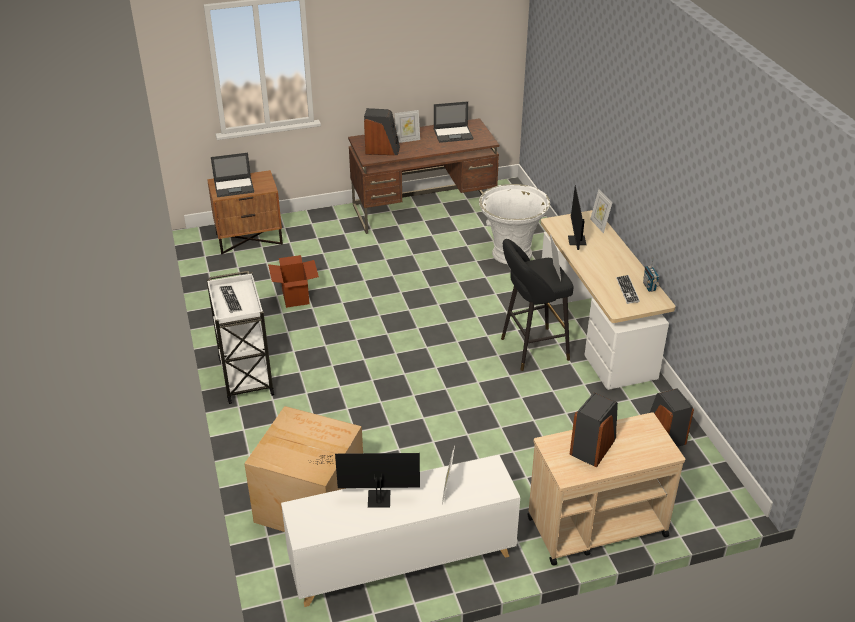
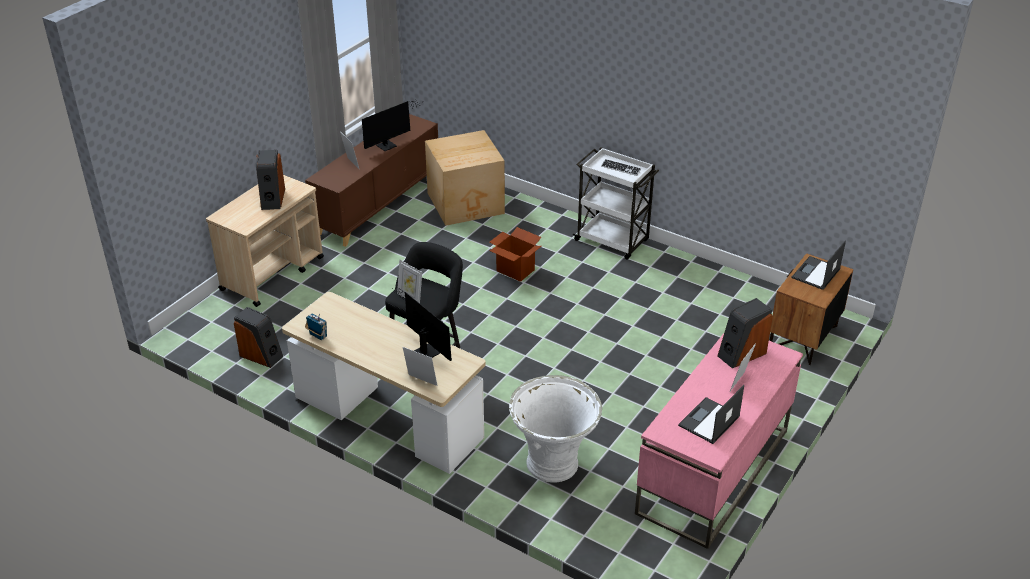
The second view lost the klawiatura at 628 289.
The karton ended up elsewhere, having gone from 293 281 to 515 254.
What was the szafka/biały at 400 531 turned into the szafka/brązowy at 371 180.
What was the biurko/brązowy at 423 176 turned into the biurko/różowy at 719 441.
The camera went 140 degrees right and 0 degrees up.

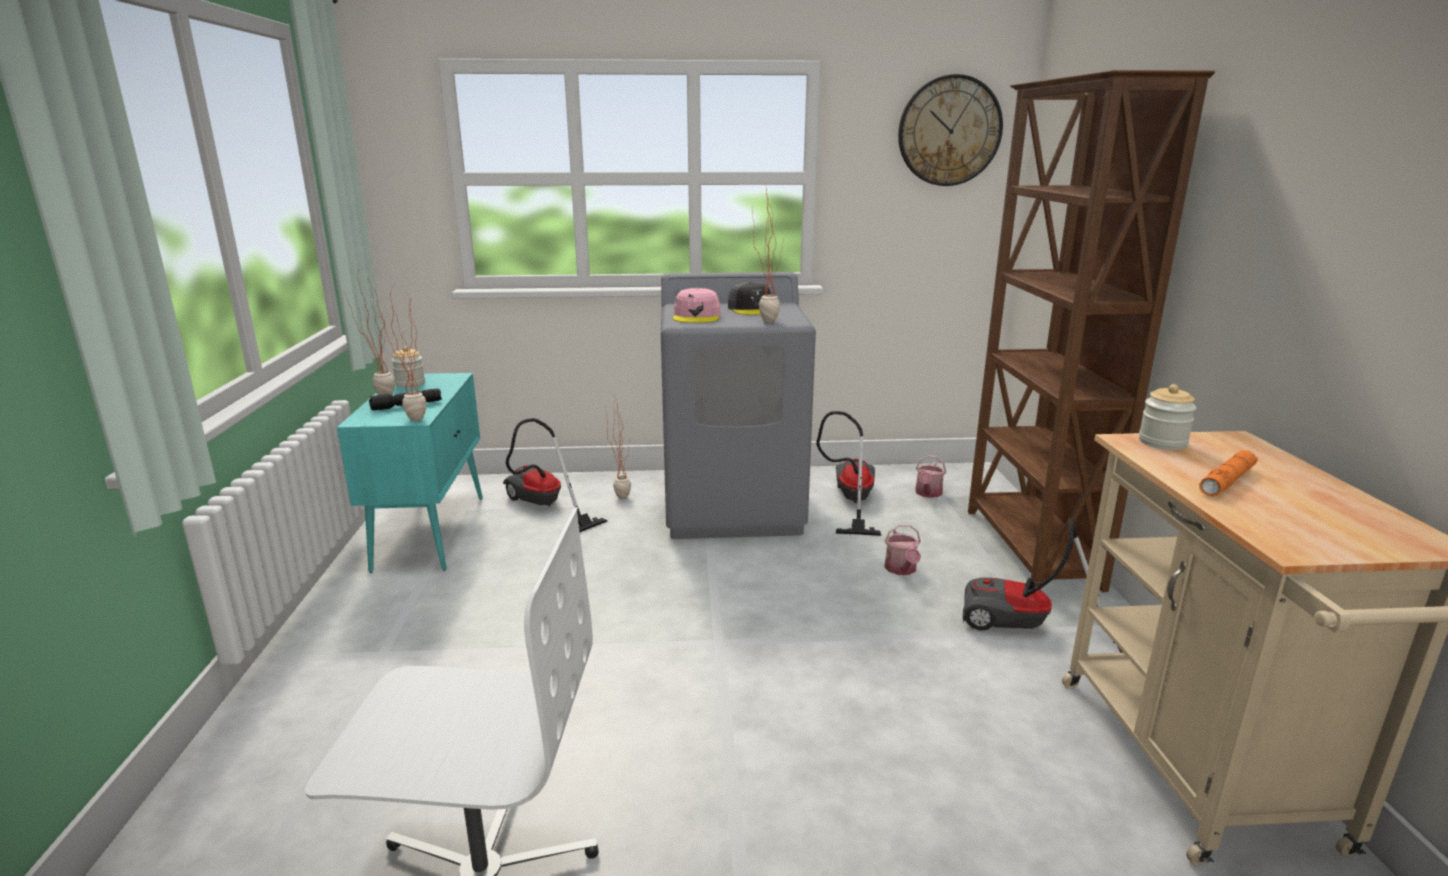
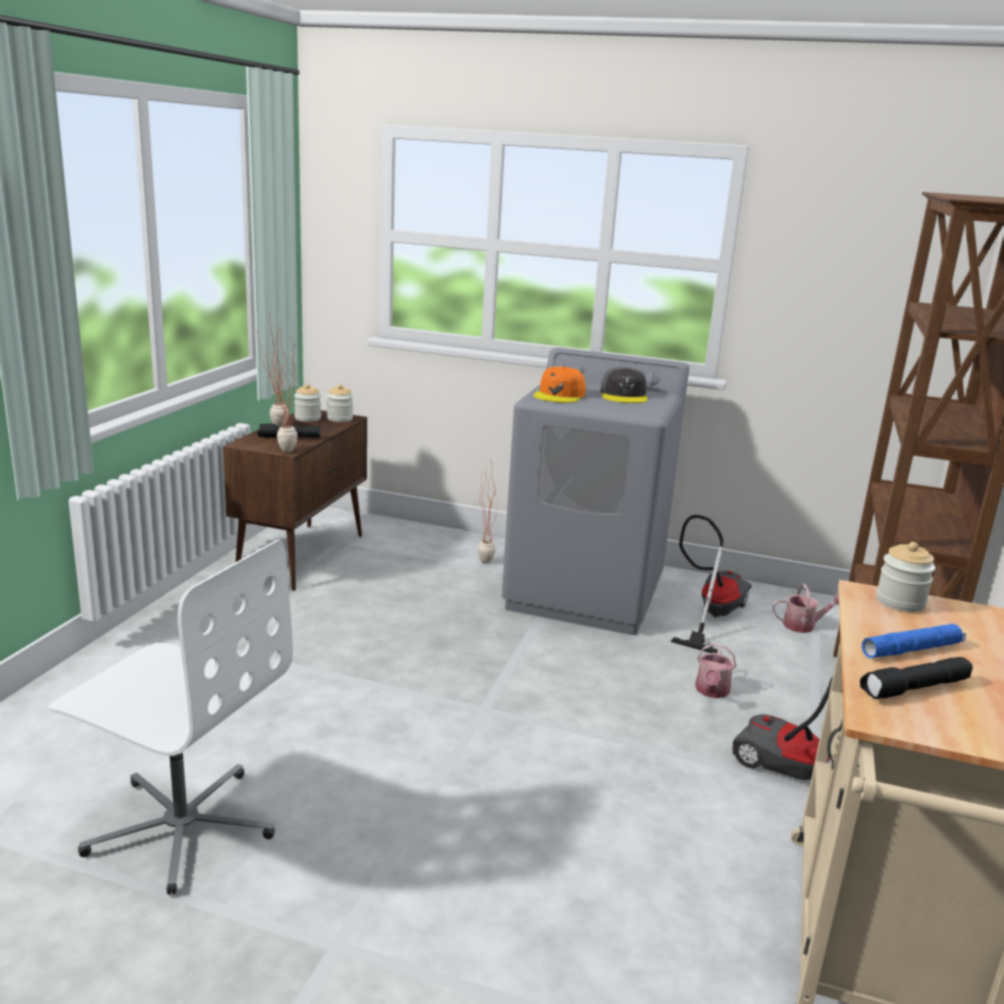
The second view lost the odkurzacz at 555 475.
The second view lost the roślina doniczkowa at 767 255.
The second view lost the zegar ścienny at 950 130.
The second view gained the słoik at 340 403.
The second view gained the latarka/czarny at 916 678.
What was the szafka/turkusowy at 410 473 turned into the szafka/brązowy at 295 500.
What was the czapka z daszkiem/różowy at 696 305 turned into the czapka z daszkiem/pomarańczowy at 559 385.
What was the latarka/pomarańczowy at 1228 473 turned into the latarka/niebieski at 914 641.
The konewka at 930 476 ended up facing another way, 135 degrees counterclockwise from before.
The camera went 20 degrees right and 0 degrees up.

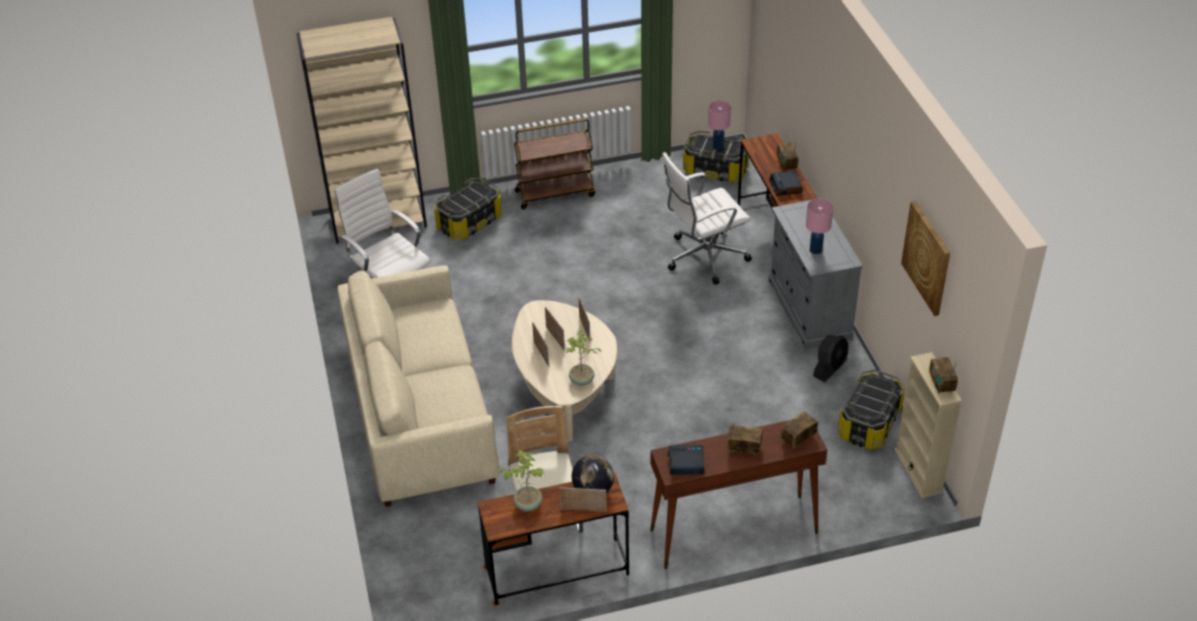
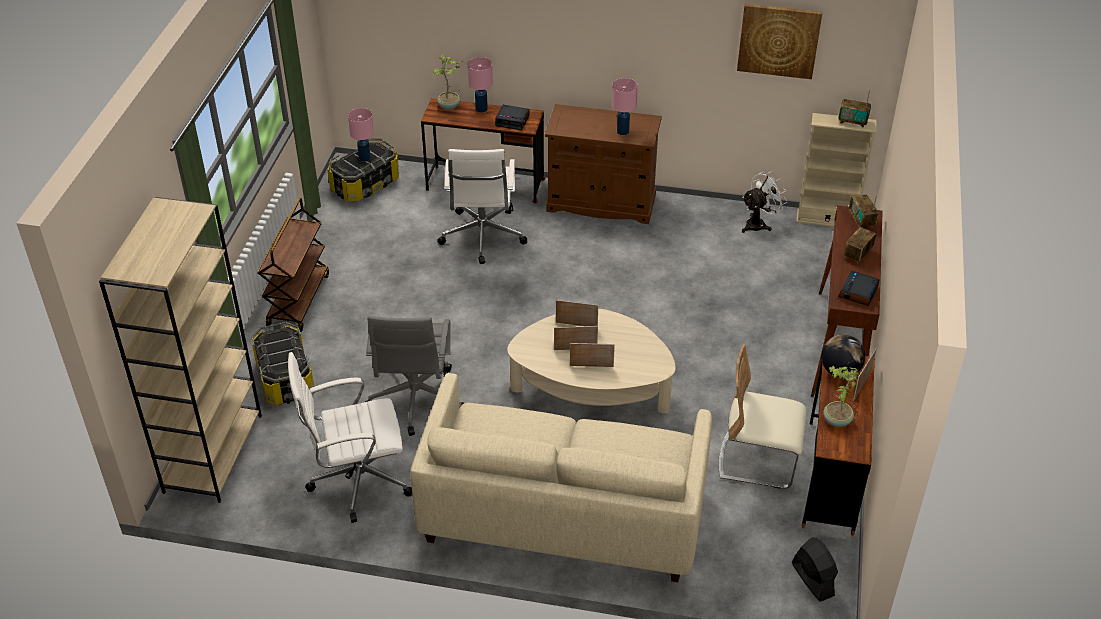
The second view gained the krzesło biurowe/szary at 414 376.
The roślina doniczkowa ended up elsewhere, having gone from 583 358 to 447 82.
The wentylator/czarny ended up elsewhere, having gone from 831 358 to 815 569.
Where the radio stood at 788 156, the lampa stołowa/różowy came to stand at 480 85.
Where the pojemnik do przechowywania stood at 871 409, the wentylator/biały came to stand at 765 202.
What was the szafka/szary at 815 274 turned into the szafka/brązowy at 603 164.
The camera went 65 degrees left and 0 degrees up.

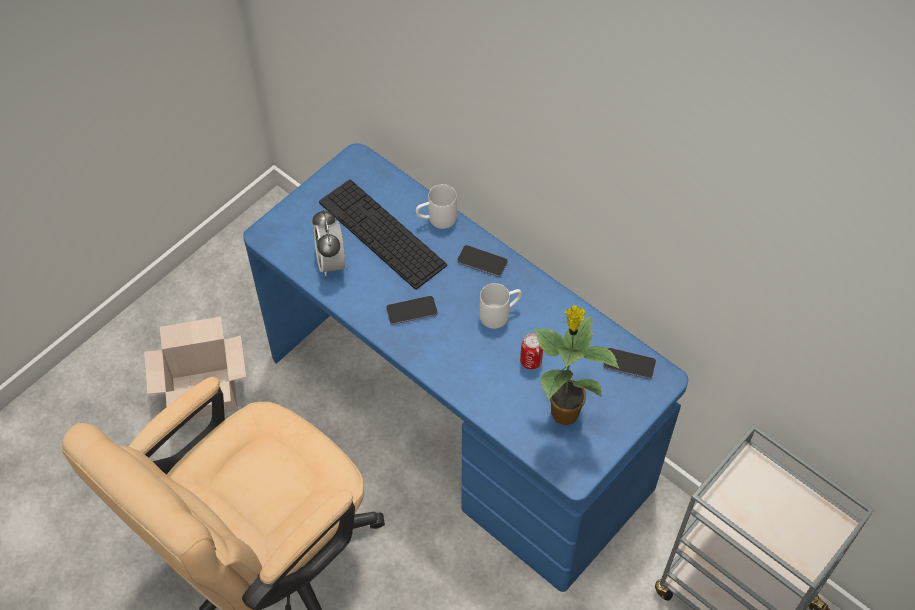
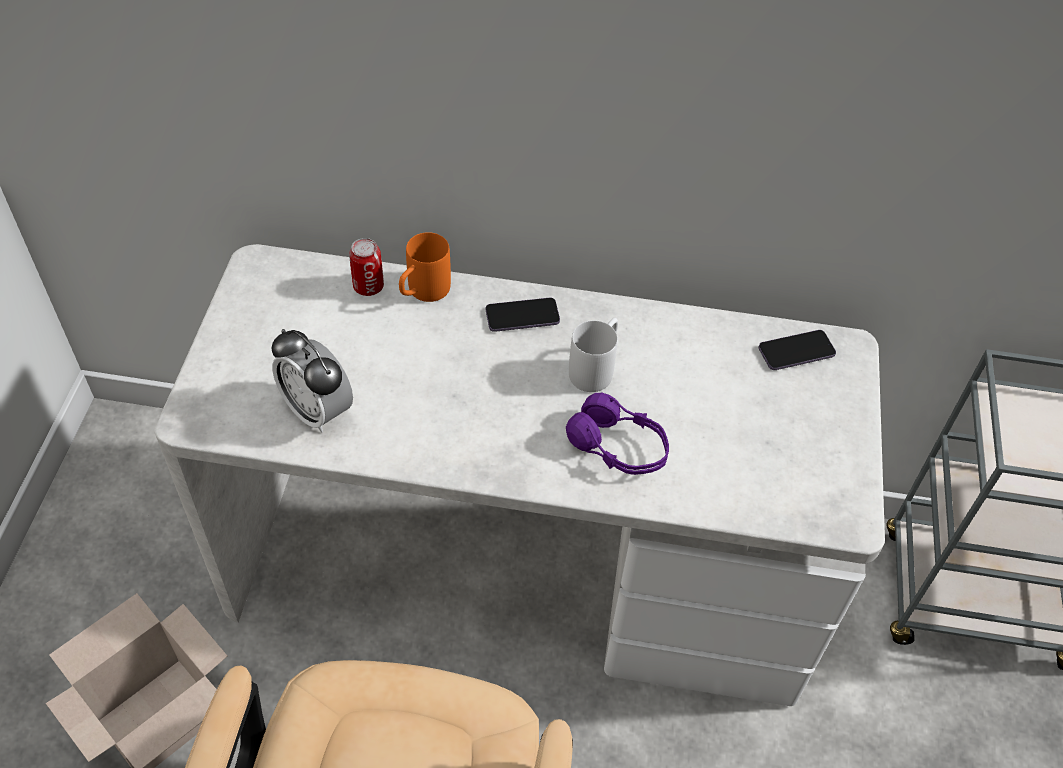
The second view lost the klawiatura at 383 234.
The second view lost the telefon at 412 310.
The second view lost the roślina doniczkowa at 577 365.
The second view gained the słuchawki/fioletowy at 617 434.
The puszka ended up elsewhere, having gone from 531 351 to 366 267.
What was the biurko/niebieski at 465 367 turned into the biurko/biały at 519 475.
What was the kubek/biały at 436 206 turned into the kubek/pomarańczowy at 425 267.
The camera went 35 degrees left and 5 degrees down.

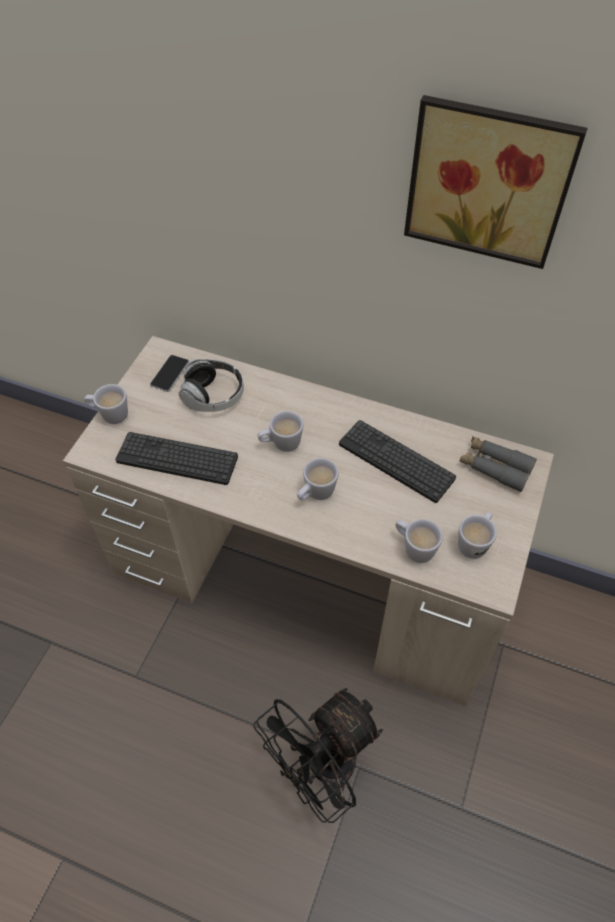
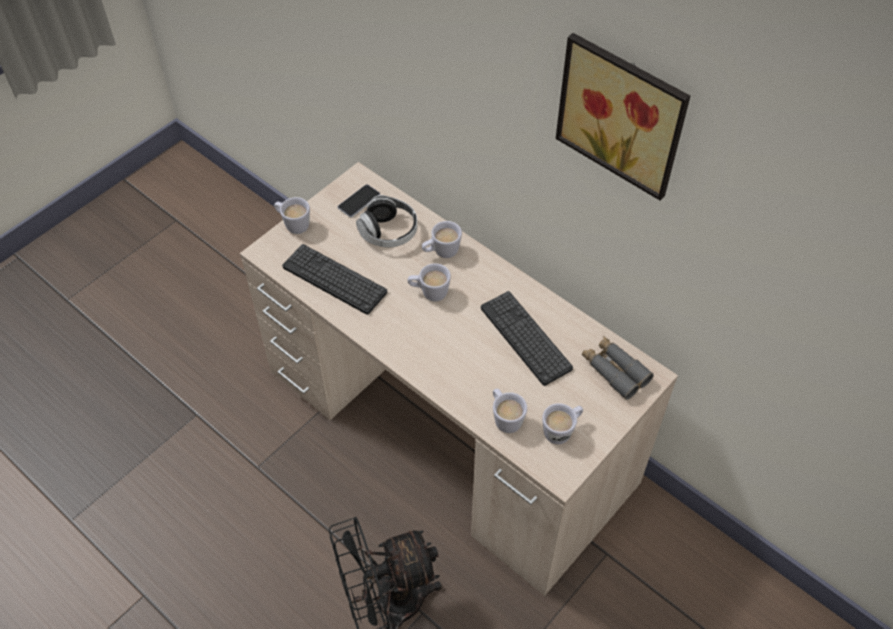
The kubek/biały ended up elsewhere, having gone from 318 479 to 442 239.
The camera went 20 degrees right and 0 degrees up.

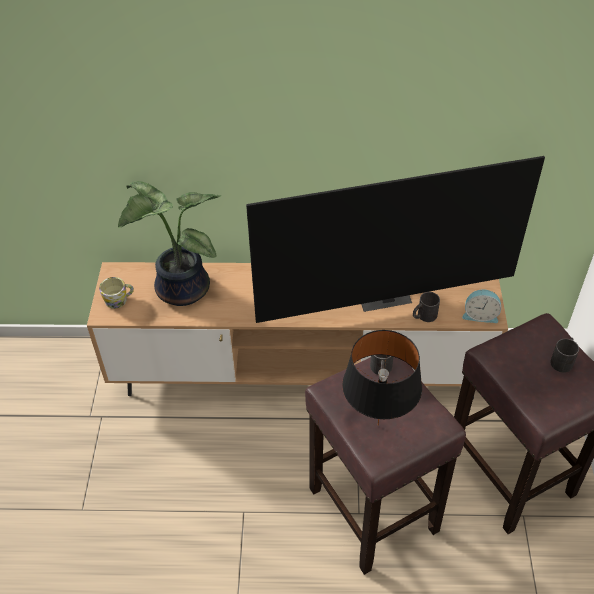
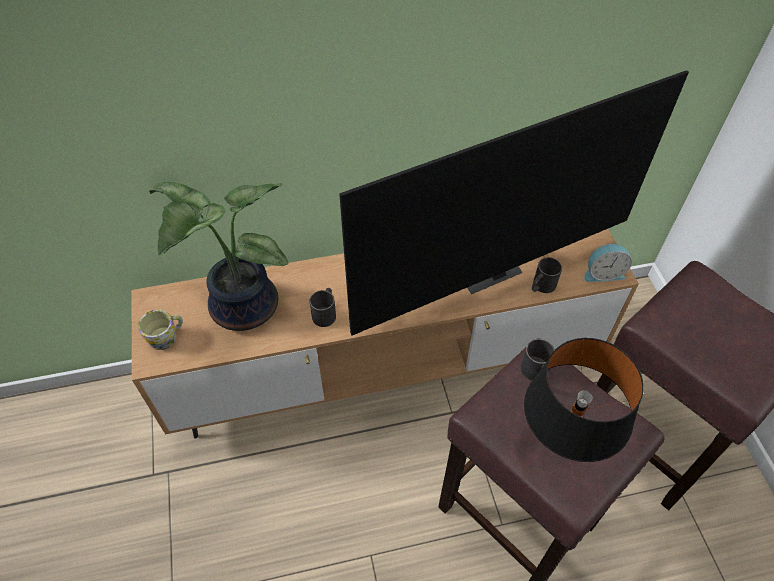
The kubek/czarny ended up elsewhere, having gone from 564 355 to 323 307.
The camera went 15 degrees left and 5 degrees up.

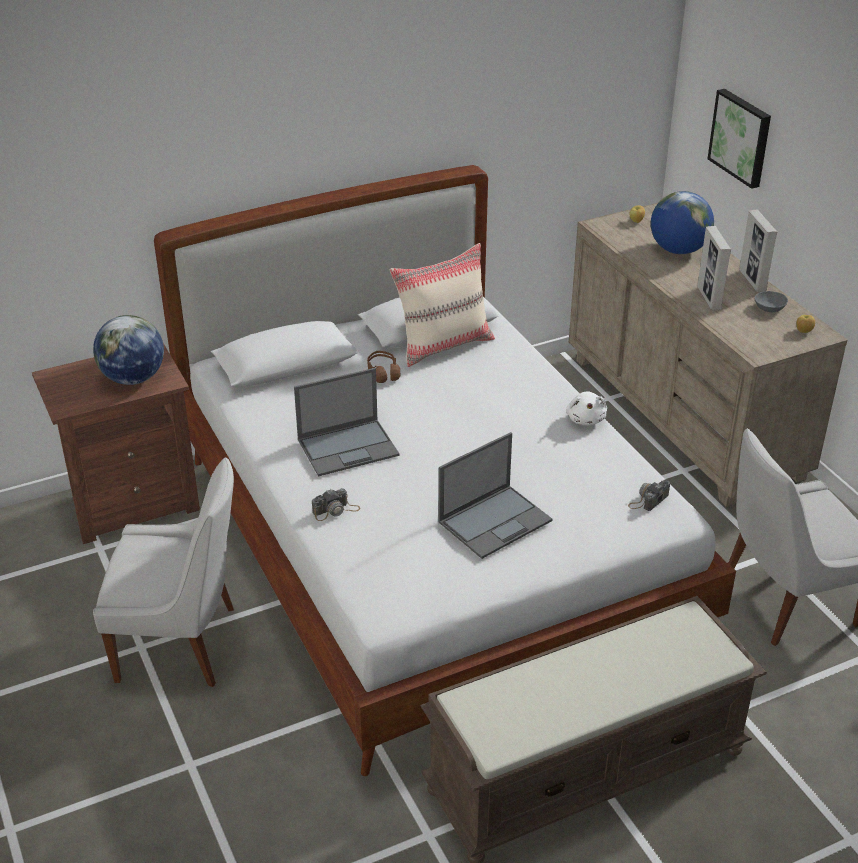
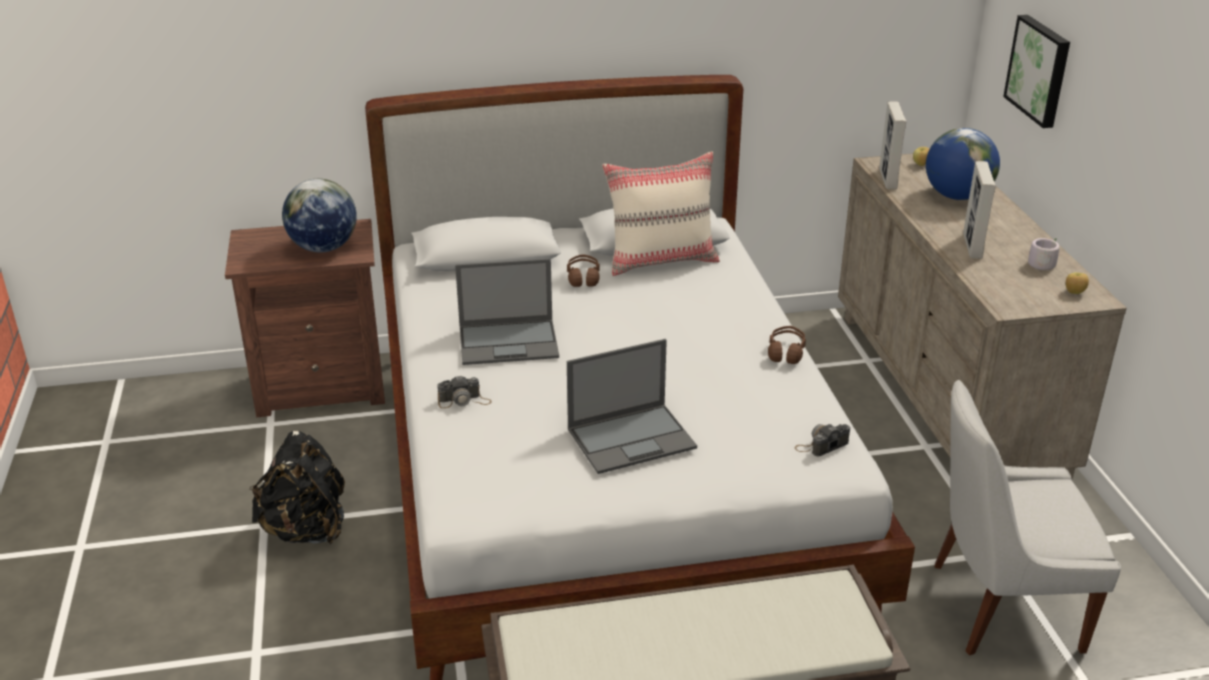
The ramka na zdjęcie ended up elsewhere, having gone from 758 251 to 893 145.
Where the krzesło/biały stood at 163 572, the plecak/czarny came to stand at 297 487.
Where the pluszak/biały stood at 586 408, the słuchawki/brązowy came to stand at 787 345.
Where the miska/szary stood at 771 301, the kubek/szary came to stand at 1040 253.
The camera went 15 degrees right and 5 degrees down.

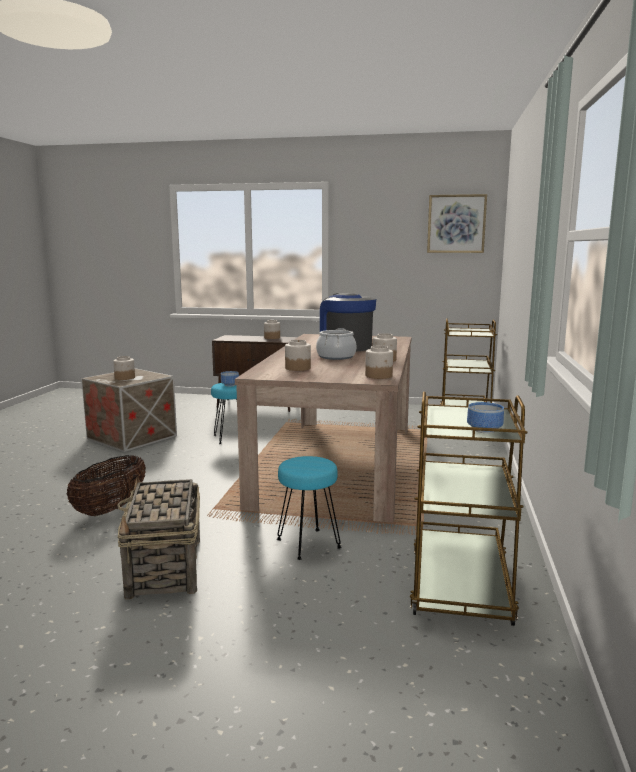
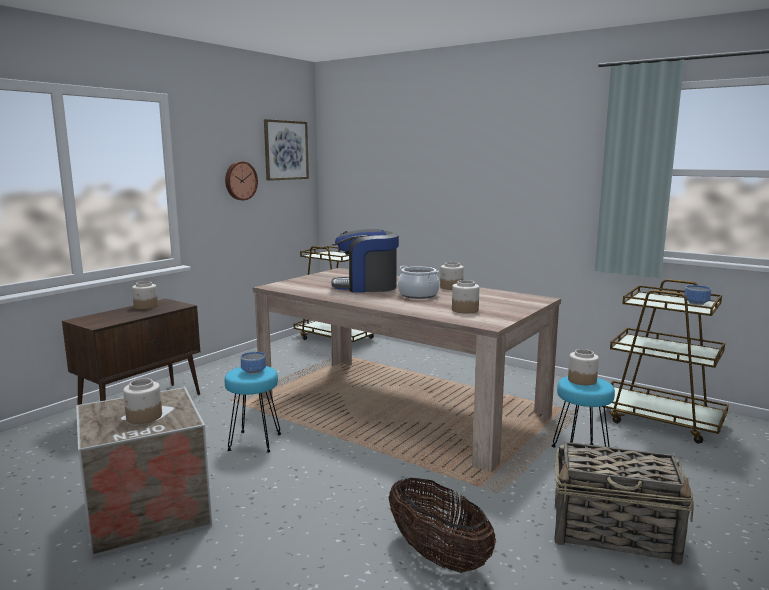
The second view gained the zegar ścienny at 241 180.
The słoik ended up elsewhere, having gone from 379 362 to 583 367.
The camera went 65 degrees left and 0 degrees up.

